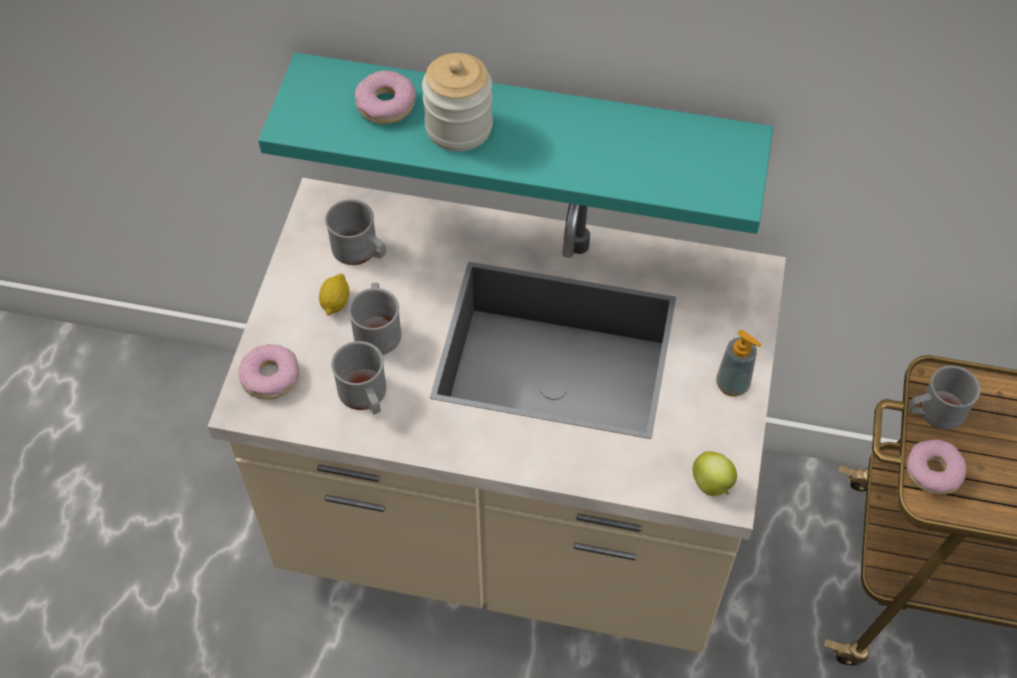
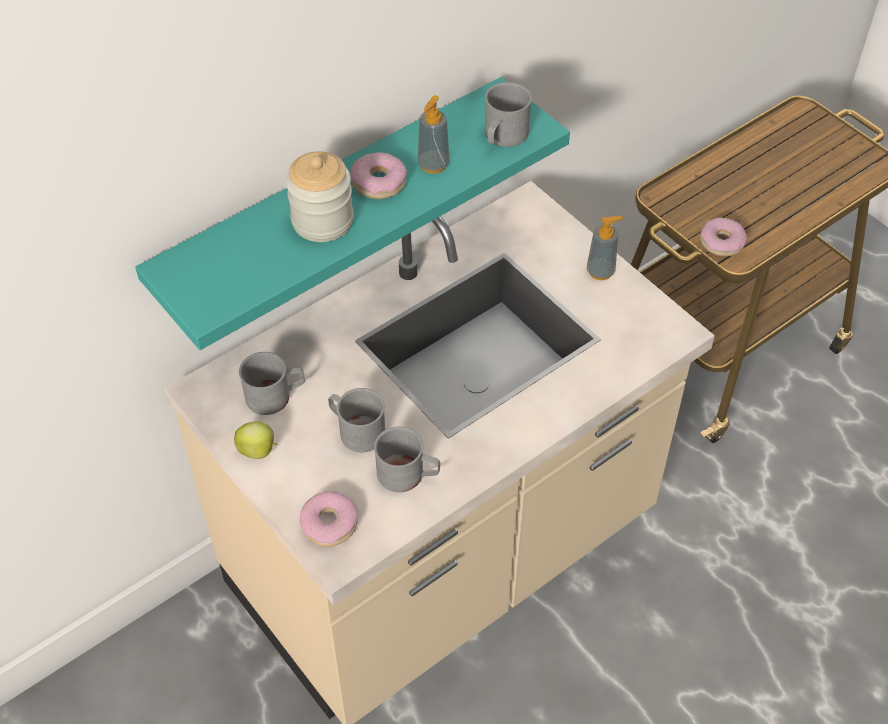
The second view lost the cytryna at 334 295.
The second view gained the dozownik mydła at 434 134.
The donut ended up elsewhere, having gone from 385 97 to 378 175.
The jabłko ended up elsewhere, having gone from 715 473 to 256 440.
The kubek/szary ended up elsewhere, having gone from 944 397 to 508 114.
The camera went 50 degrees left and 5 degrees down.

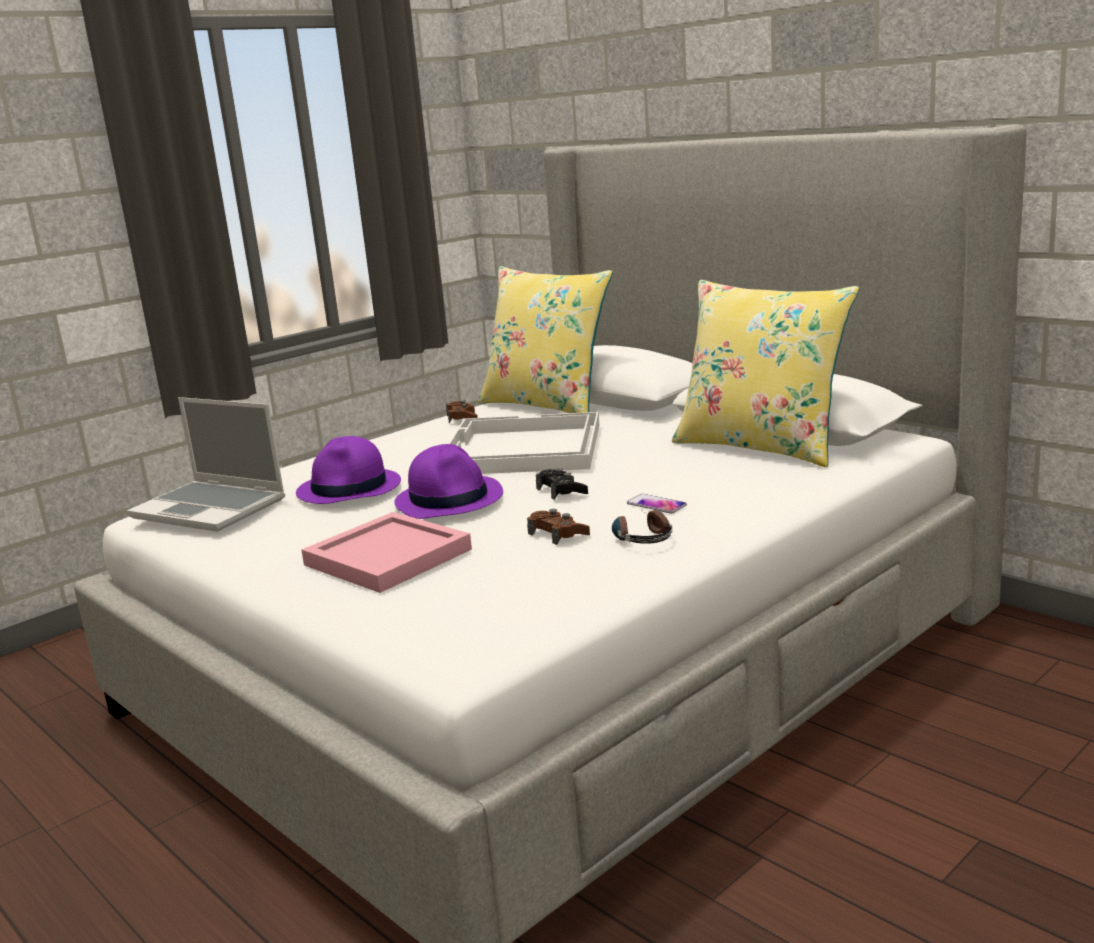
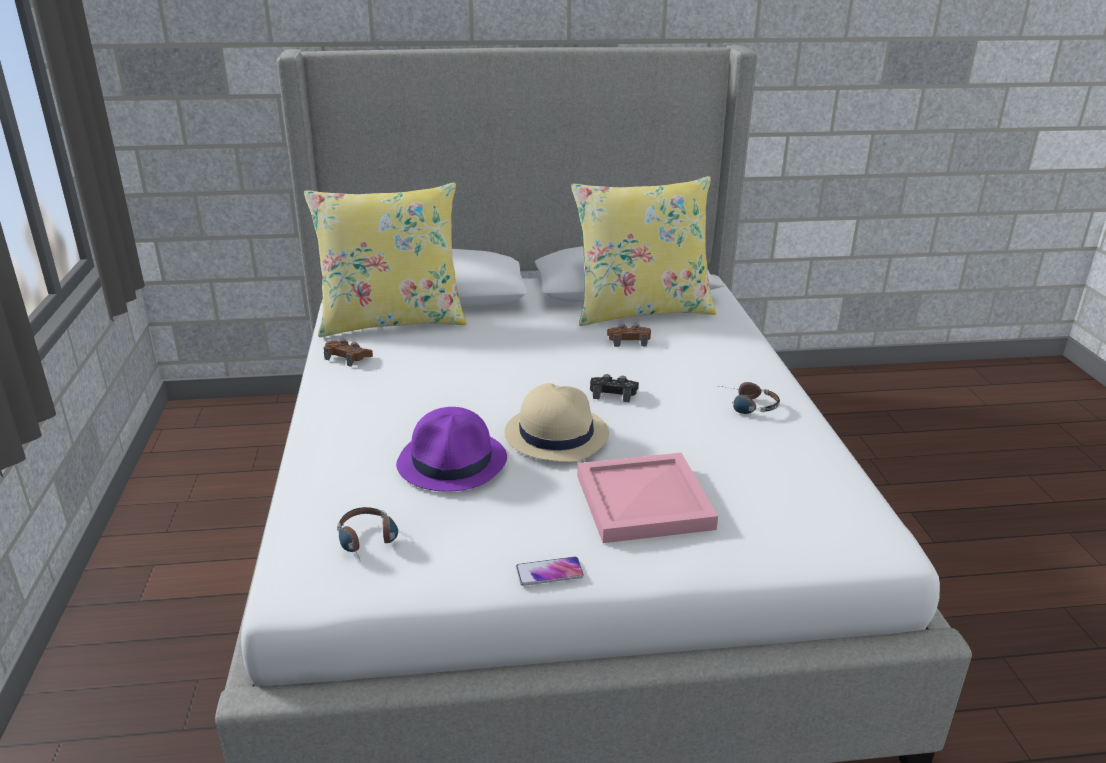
The second view lost the taca/biały at 523 443.
The pad do gier/brązowy ended up elsewhere, having gone from 558 527 to 629 335.
The telefon ended up elsewhere, having gone from 657 504 to 550 571.
Where the laptop stood at 205 464, the słuchawki came to stand at 367 534.
What was the kapelusz/fioletowy at 448 481 turned into the kapelusz/beżowy at 557 422.
The camera went 55 degrees left and 10 degrees up.

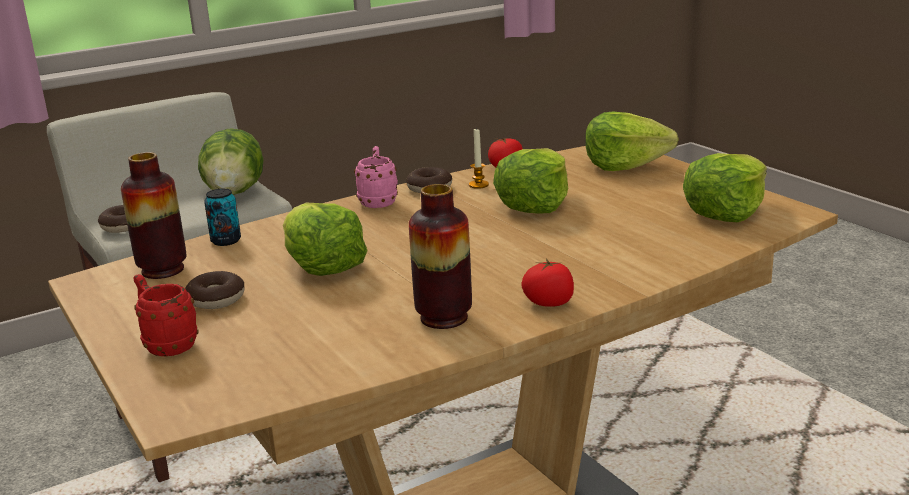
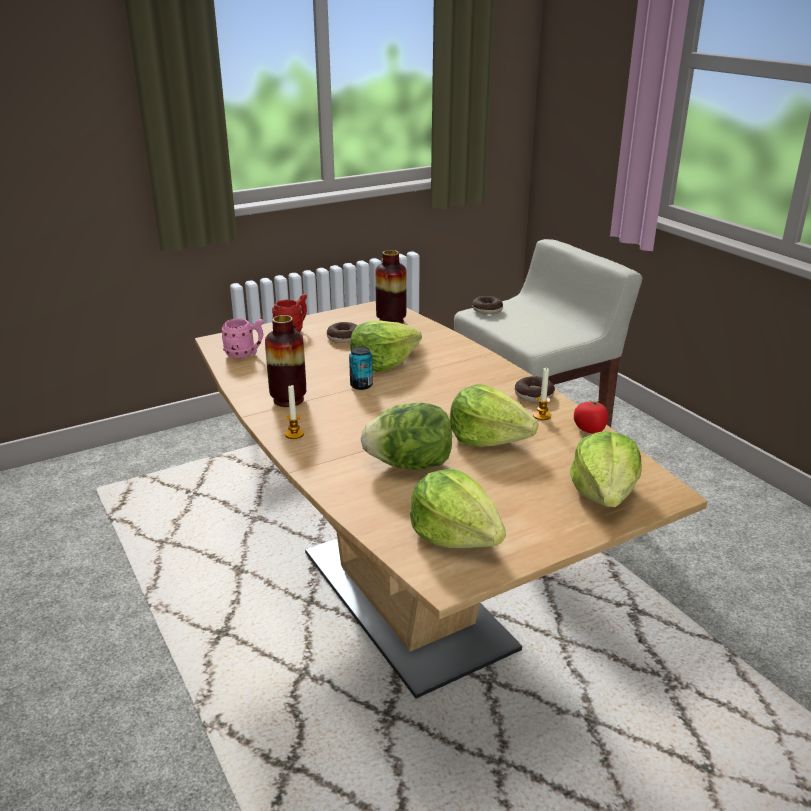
The sałata ended up elsewhere, having gone from 230 162 to 406 436.
The puszka ended up elsewhere, having gone from 222 217 to 361 368.
The kubek/różowy ended up elsewhere, having gone from 376 177 to 242 338.
Where the pomidor stood at 547 283, the świeca came to stand at 294 412.
The camera went 90 degrees right and 5 degrees up.

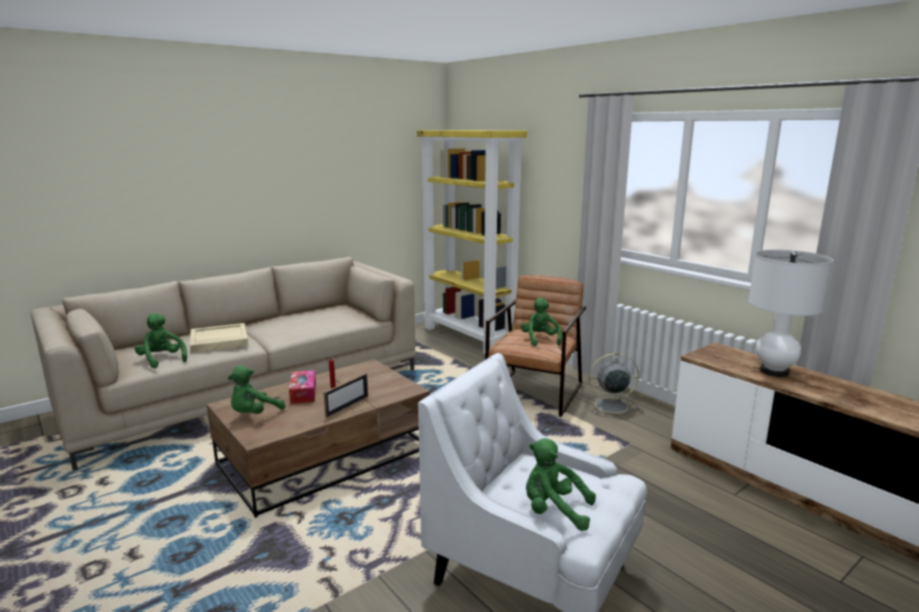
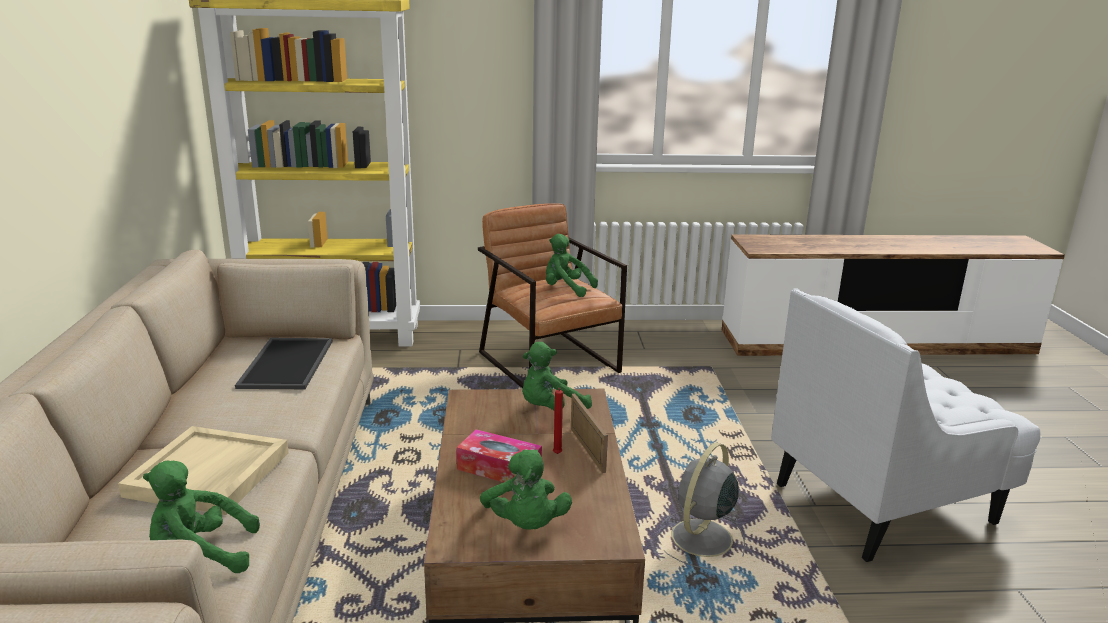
The second view lost the lampa stołowa/biały at 790 313.
The second view gained the taca at 284 363.
The pluszak/zielony ended up elsewhere, having gone from 561 484 to 557 376.
The wentylator/szary ended up elsewhere, having gone from 613 385 to 703 506.
The camera went 55 degrees left and 5 degrees up.

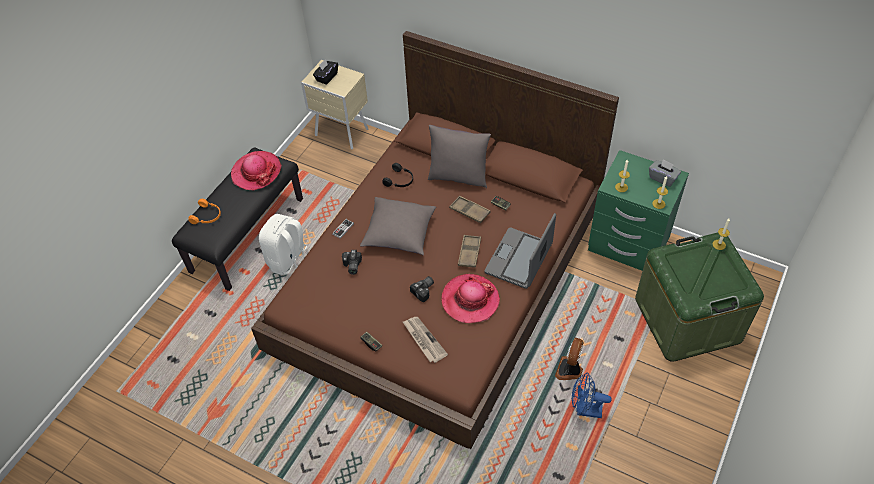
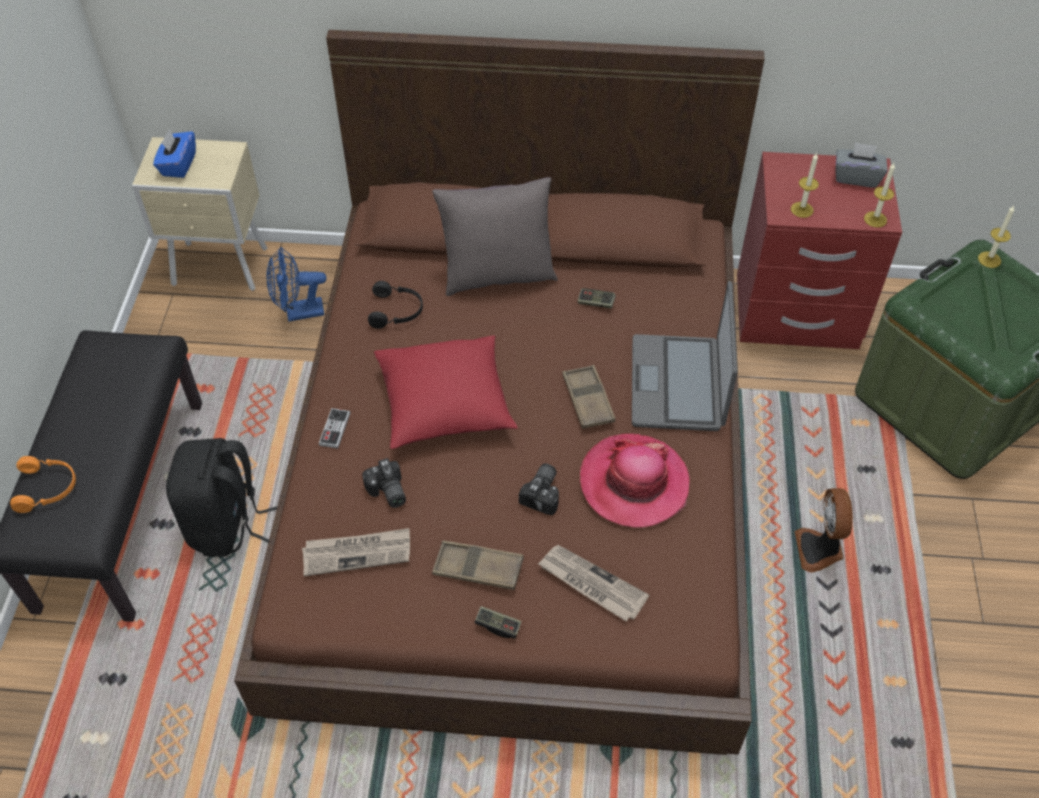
The second view lost the kapelusz at 256 170.
The second view gained the gazeta at 356 552.
The taca/brązowy ended up elsewhere, having gone from 470 209 to 478 565.
The wentylator/niebieski ended up elsewhere, having gone from 592 395 to 297 284.
What was the plecak/biały at 283 244 turned into the plecak/czarny at 221 497.
What was the pudełko chusteczek/czarny at 325 72 turned into the pudełko chusteczek/niebieski at 174 153.
What was the poduszka/szary at 398 226 turned into the poduszka/czerwony at 446 392.
What was the szafka nocna/zielony at 638 210 turned into the szafka nocna/czerwony at 819 250.
The camera went 25 degrees left and 0 degrees up.

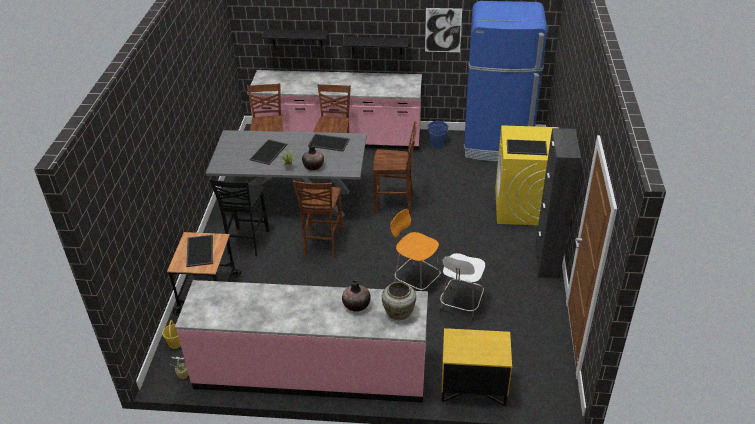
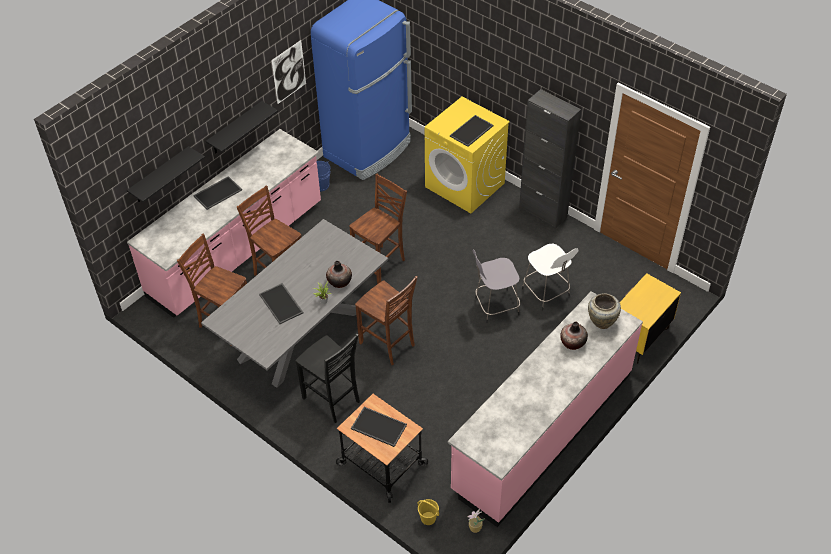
The taca ended up elsewhere, having gone from 329 143 to 217 193.
What was the stołek/pomarańczowy at 415 250 turned into the stołek/szary at 496 286.
The camera went 55 degrees left and 10 degrees up.

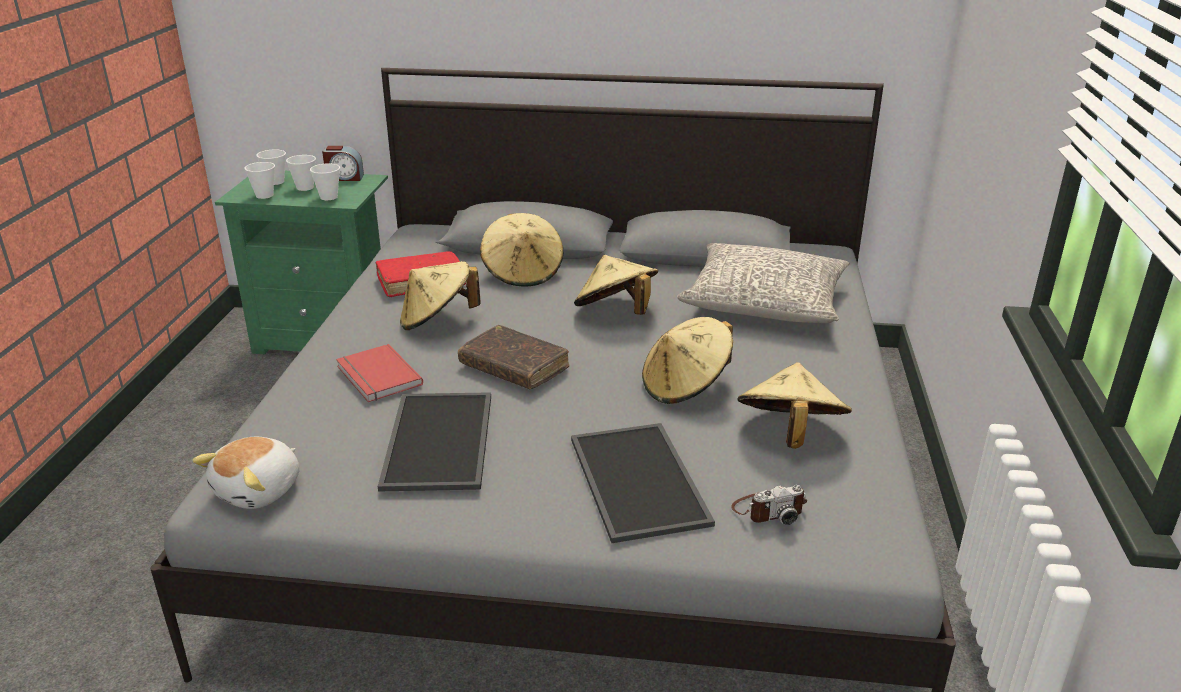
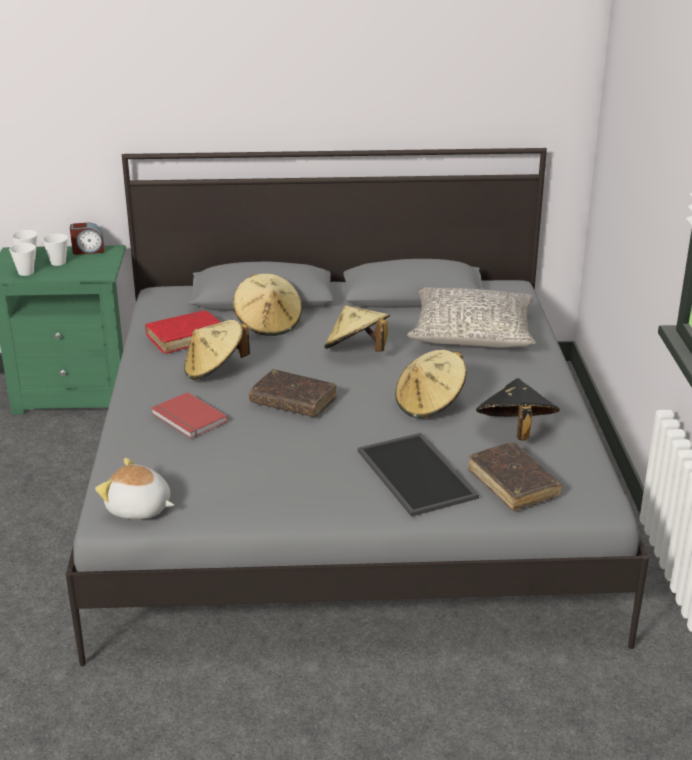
The second view lost the filiżanka at 325 181.
The second view lost the taca at 434 442.
Where the aparat fotograficzny stood at 769 505, the książka/brązowy came to stand at 515 476.
What was the kapelusz/beżowy at 794 405 turned into the kapelusz/czarny at 518 409.
The pluszak at 246 473 ended up facing another way, 90 degrees clockwise from before.
The camera went 10 degrees left and 0 degrees up.

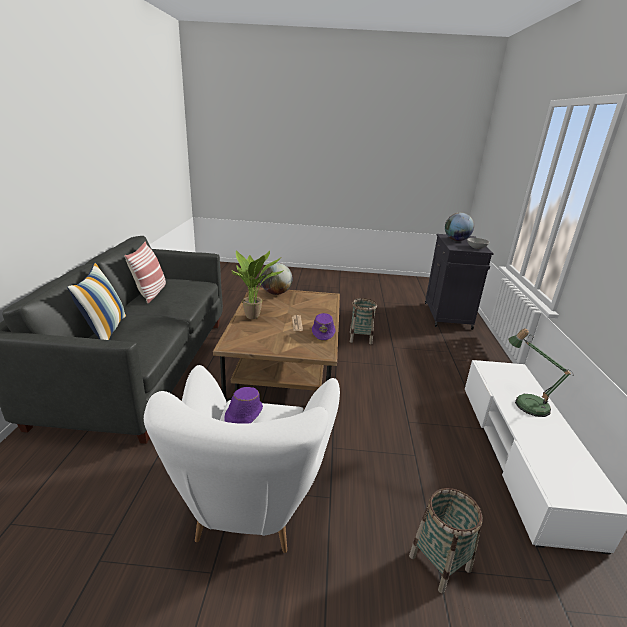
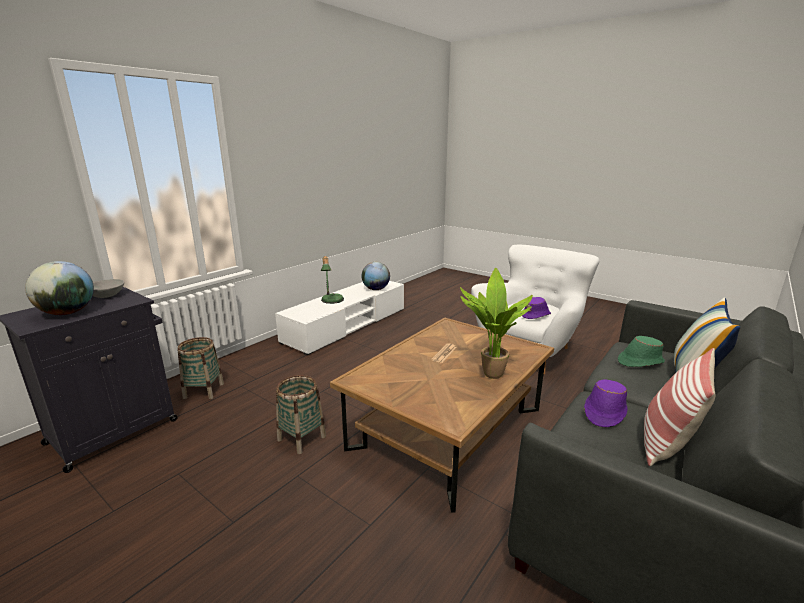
The second view gained the kapelusz/zielony at 641 351.
The globus ended up elsewhere, having gone from 276 278 to 375 276.
The kapelusz/fioletowy ended up elsewhere, having gone from 323 326 to 606 403.
The koszyk ended up elsewhere, having gone from 446 541 to 200 368.
The camera went 145 degrees left and 5 degrees down.

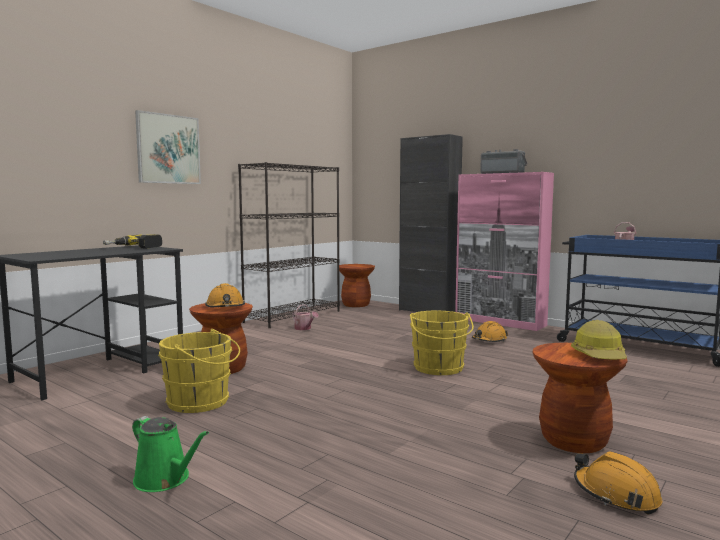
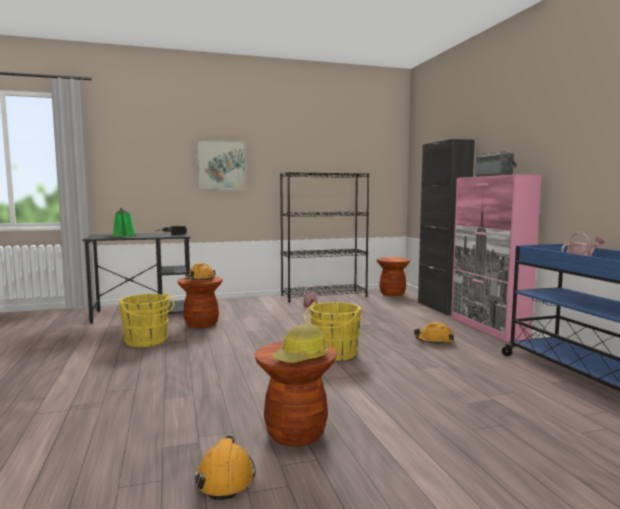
The konewka/zielony ended up elsewhere, having gone from 170 454 to 124 222.
The camera went 35 degrees right and 0 degrees up.

